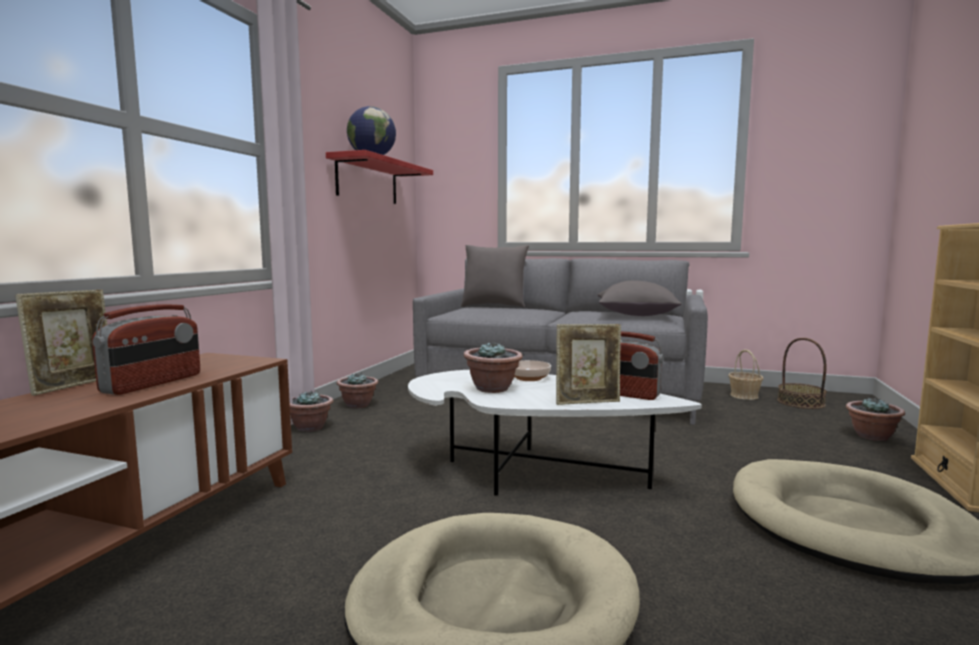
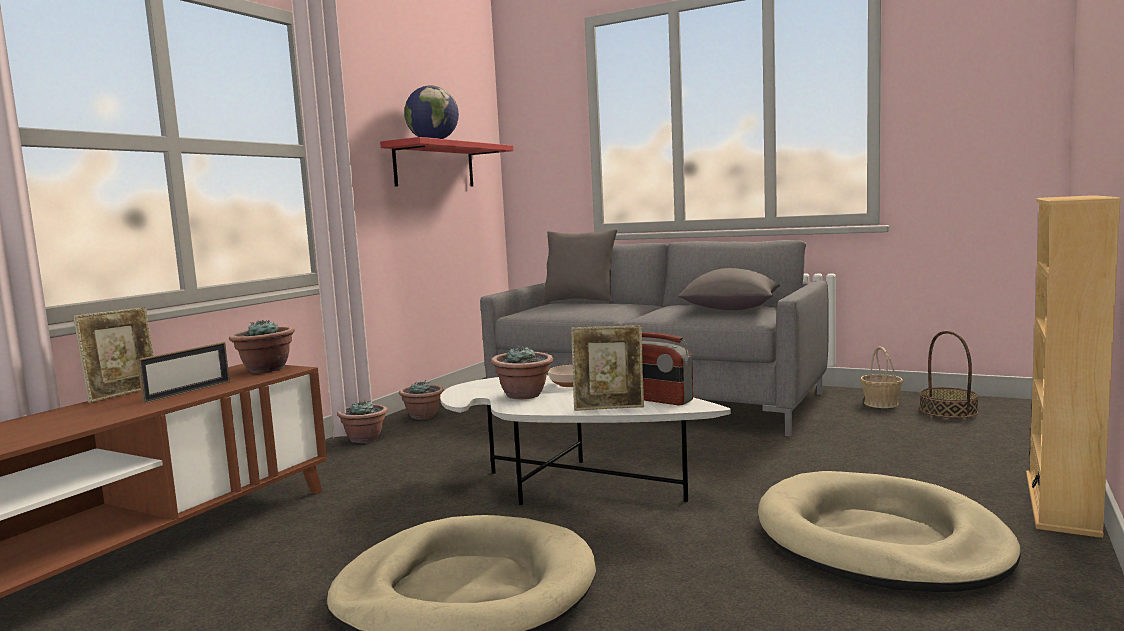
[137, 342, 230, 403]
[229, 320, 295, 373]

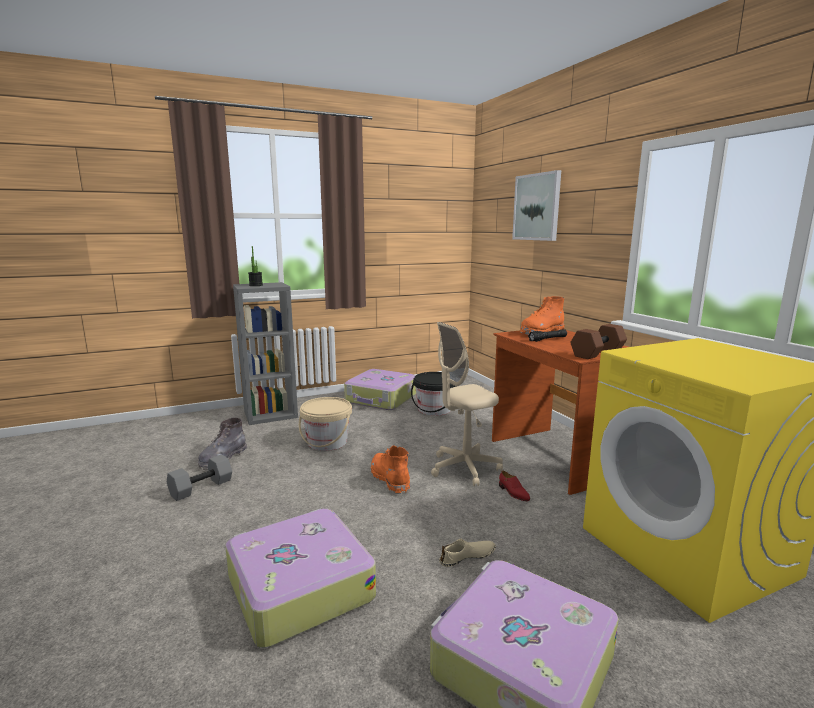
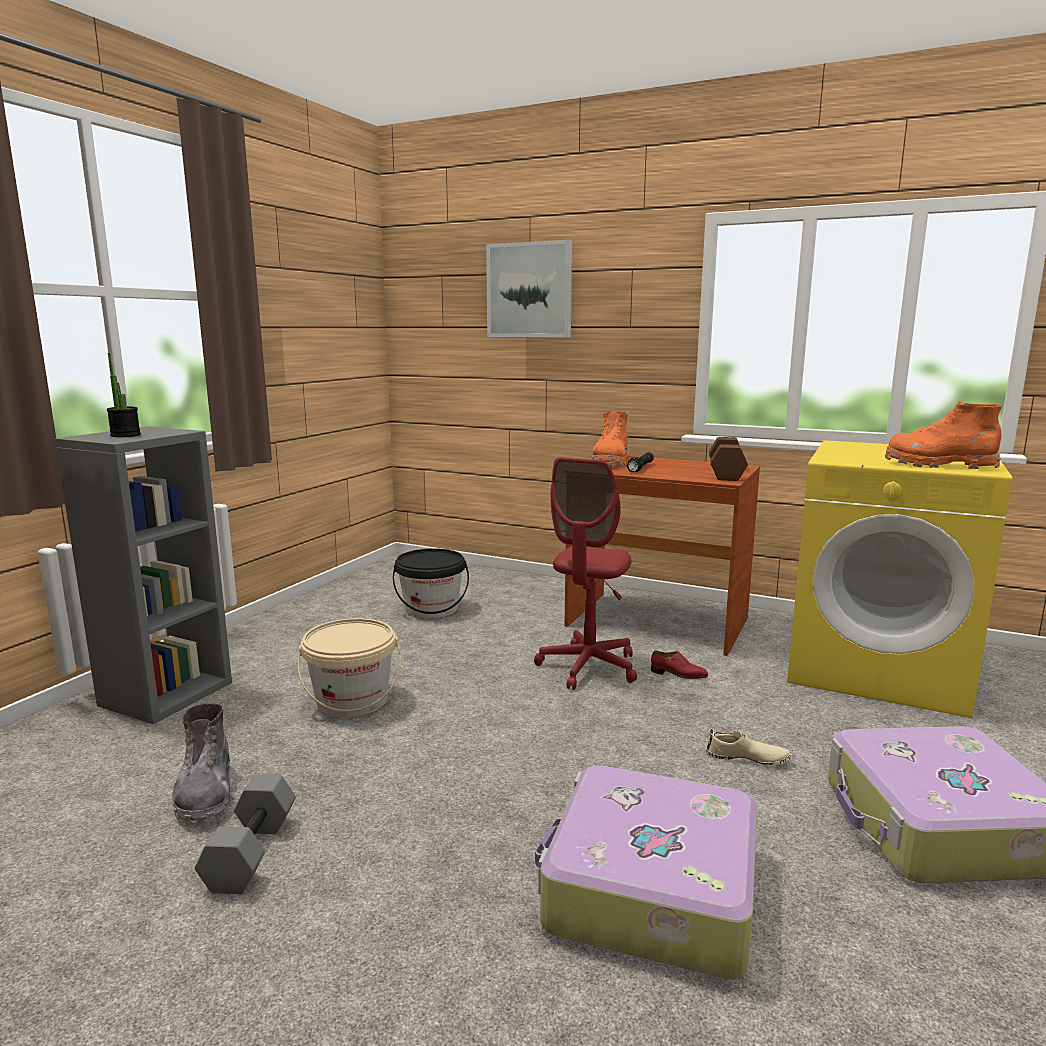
[534, 457, 637, 690]
[344, 369, 416, 410] (first image)
[885, 400, 1002, 469]
[706, 729, 792, 766]

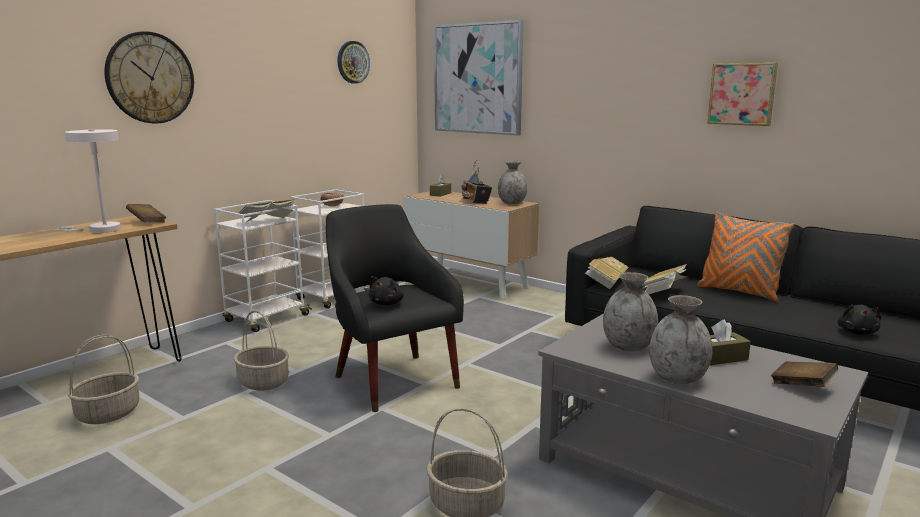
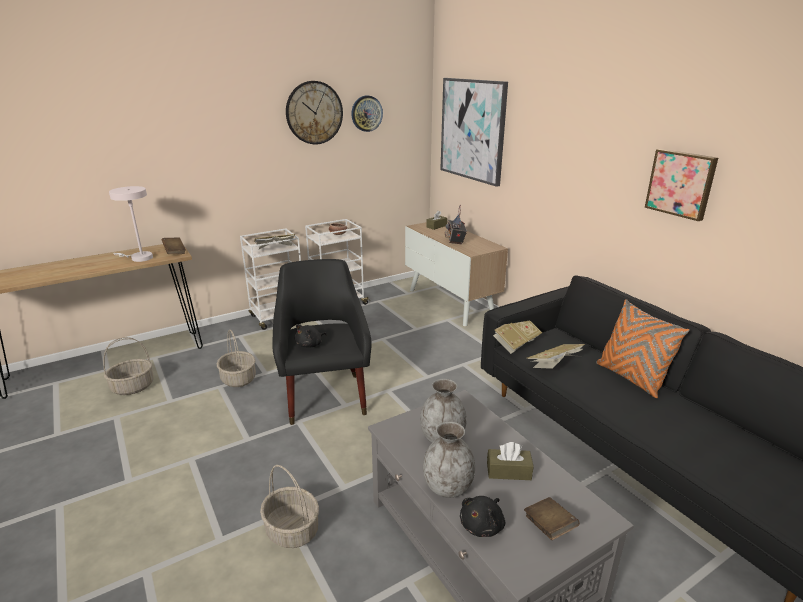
[286, 81, 343, 144]
[498, 162, 527, 204] (first image)
[460, 496, 505, 537]

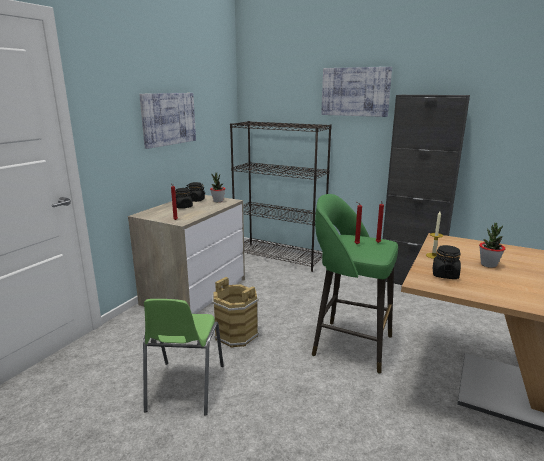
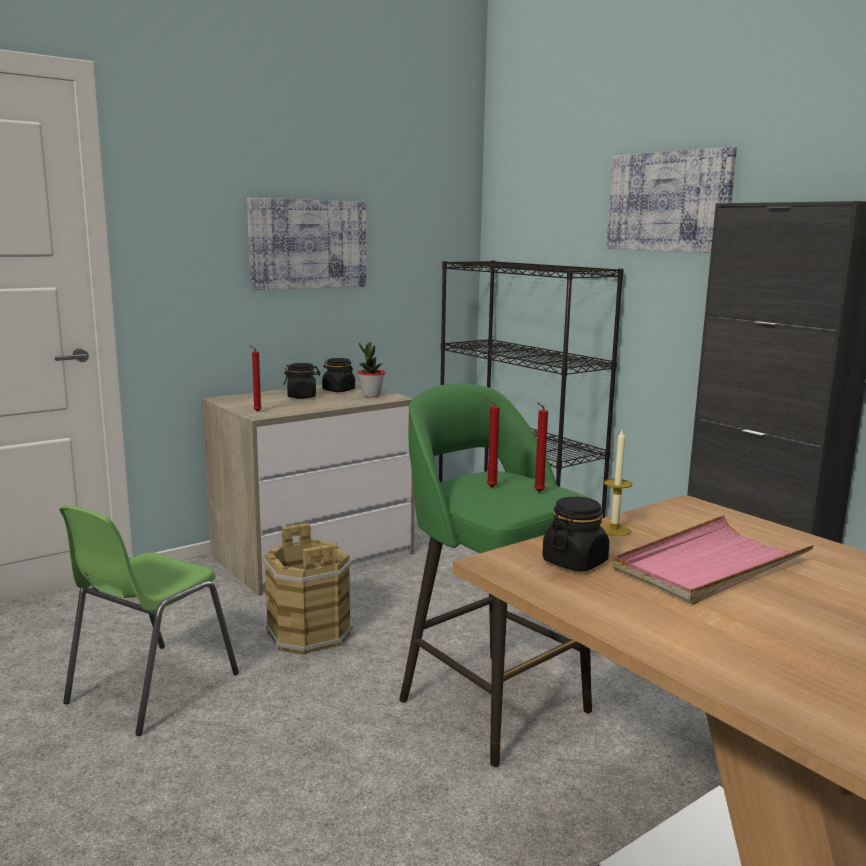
[612, 515, 814, 605]

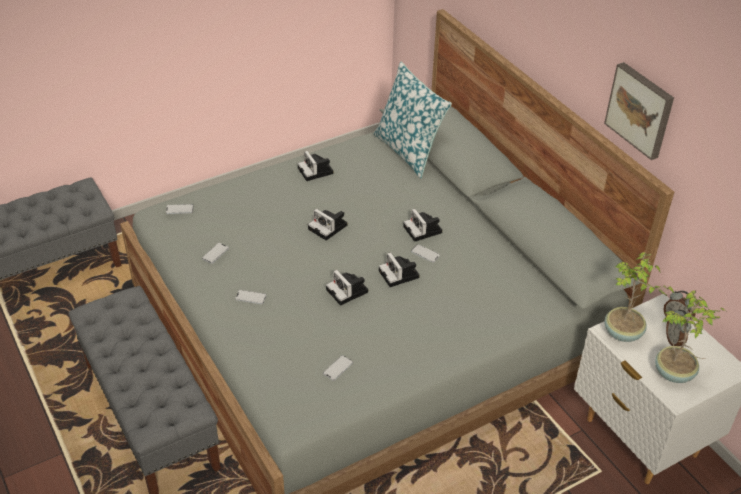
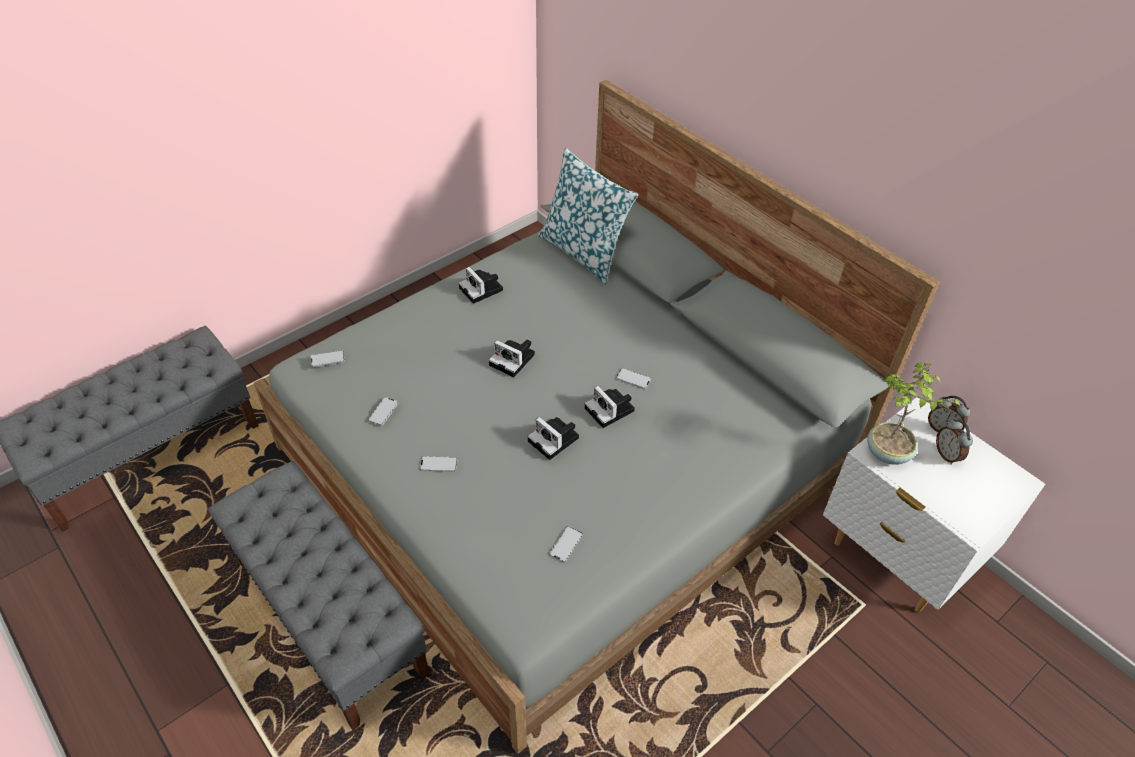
[604, 62, 674, 160] (first image)
[403, 209, 442, 242] (first image)
[655, 290, 726, 383] (first image)

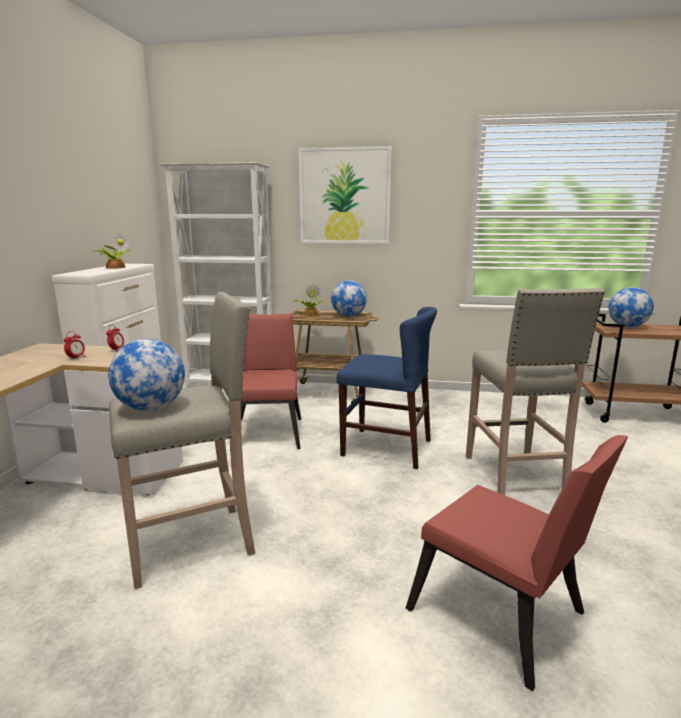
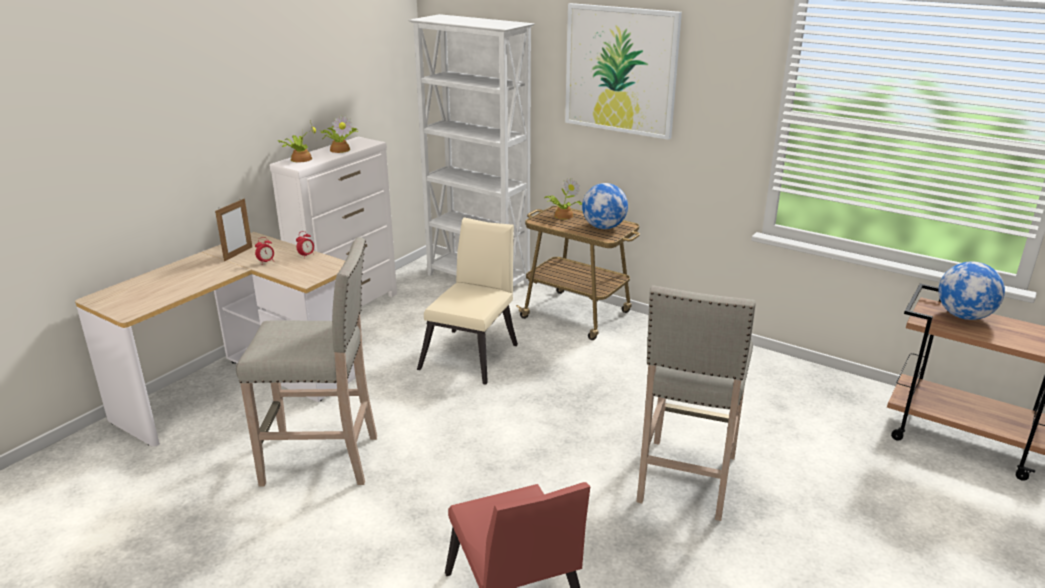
[337, 307, 437, 469] (first image)
[417, 217, 518, 385]
[108, 339, 185, 411] (first image)
[278, 122, 316, 162]
[215, 198, 252, 261]

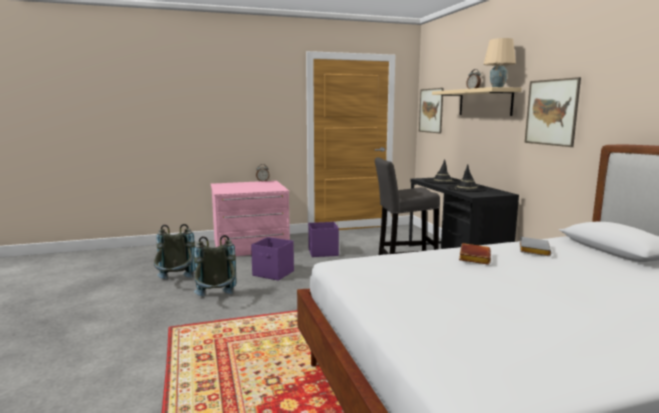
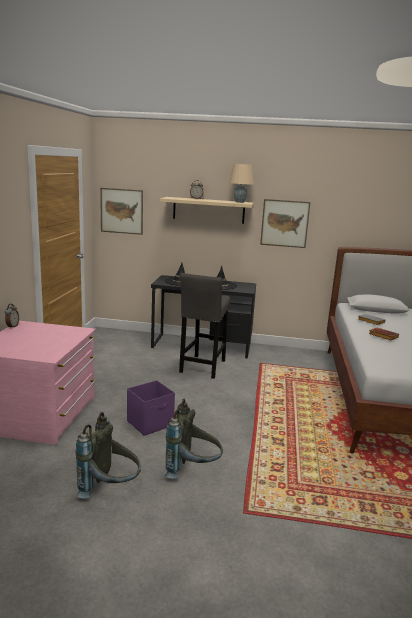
[308, 222, 339, 257] (first image)

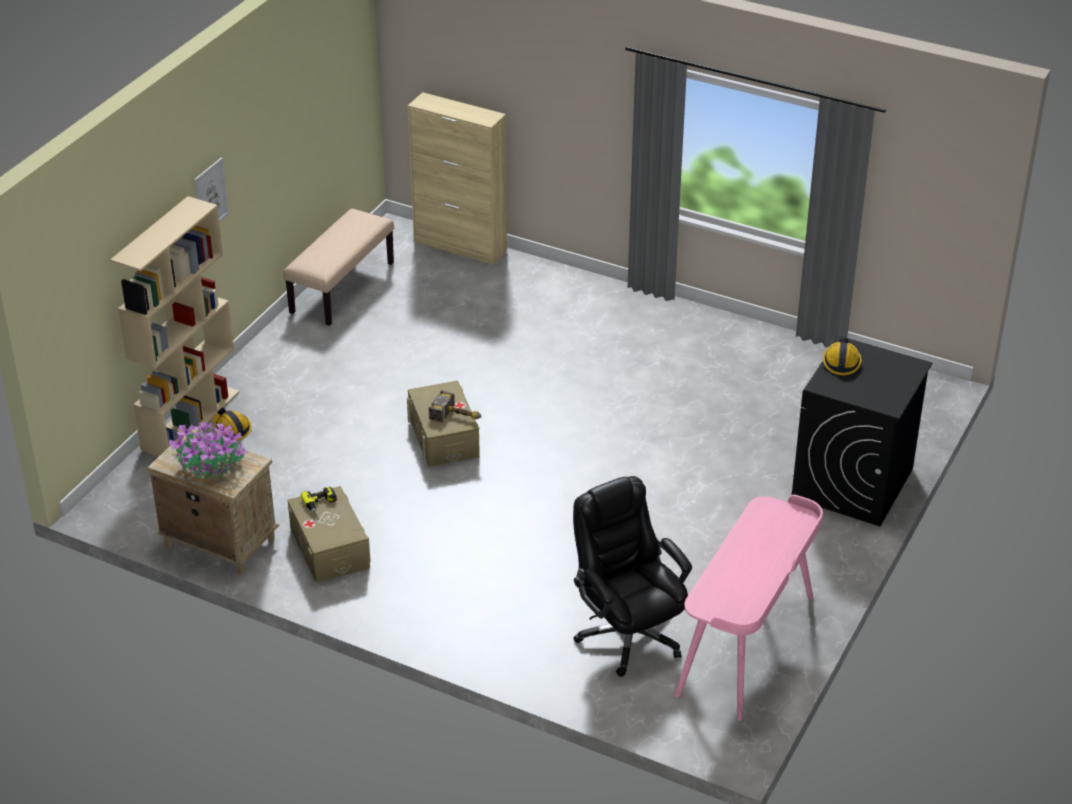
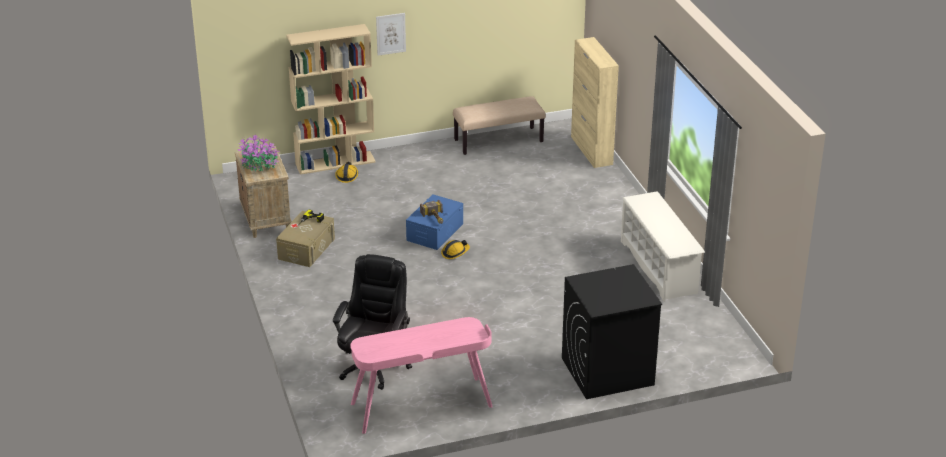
[441, 240, 470, 259]
[406, 195, 463, 250]
[621, 191, 705, 301]

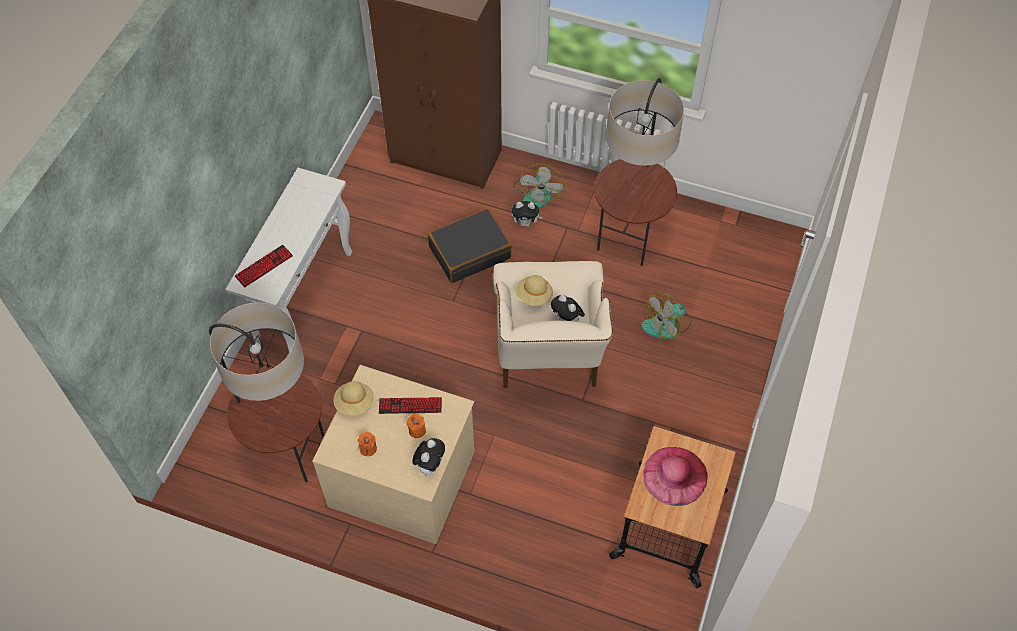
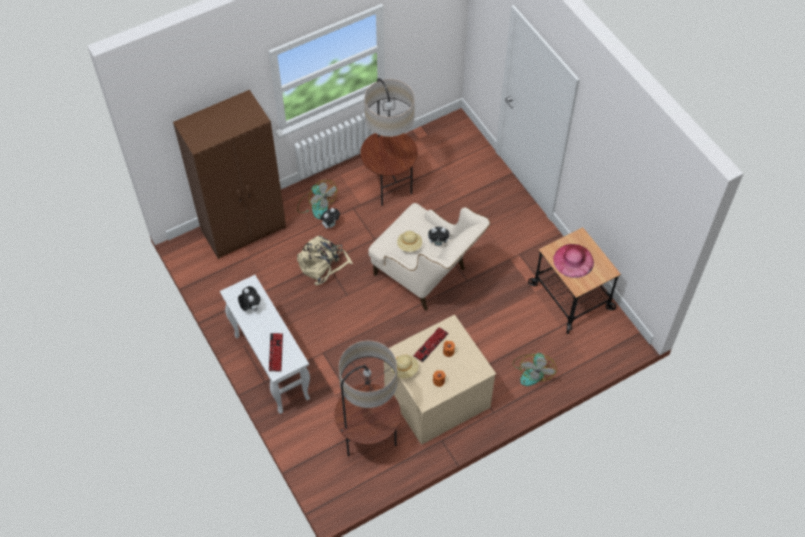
[297, 236, 353, 285]
[513, 353, 557, 386]
[238, 286, 260, 311]

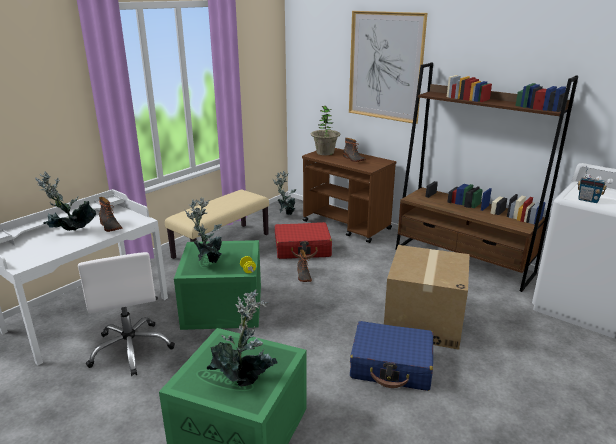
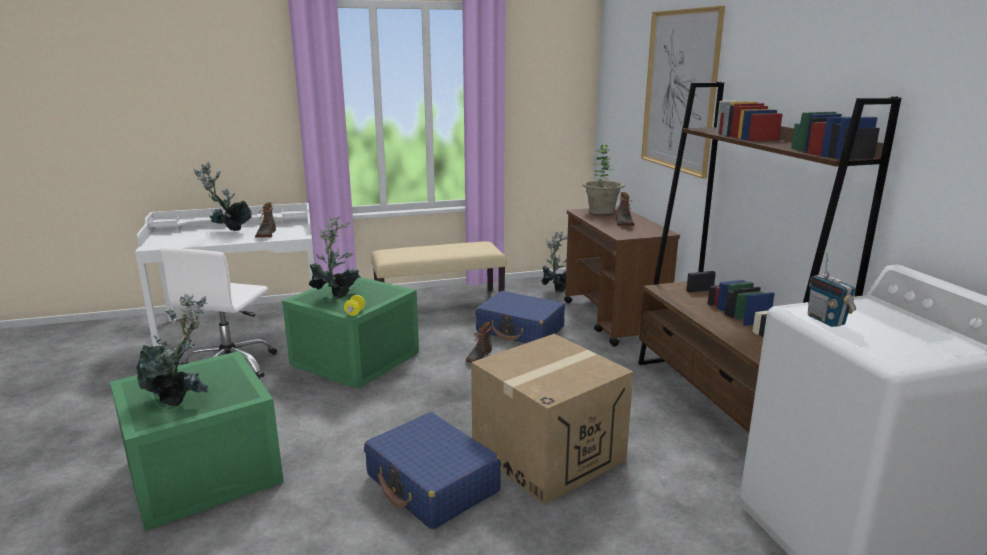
[475, 291, 565, 343]

